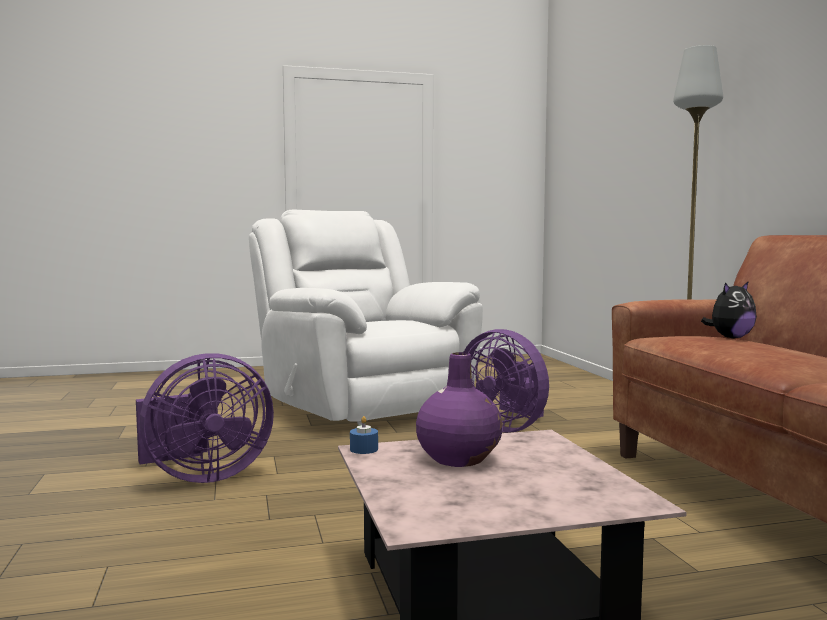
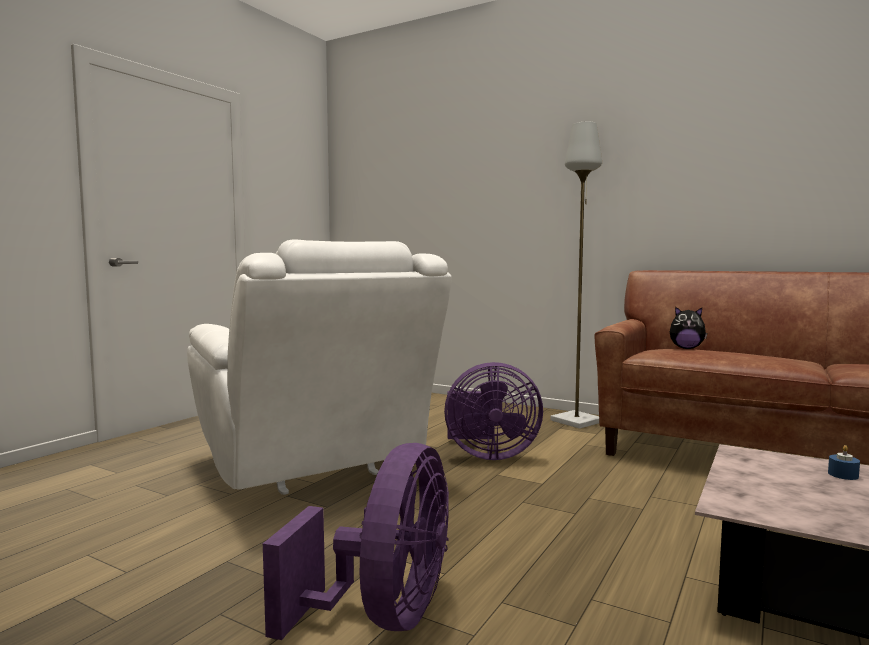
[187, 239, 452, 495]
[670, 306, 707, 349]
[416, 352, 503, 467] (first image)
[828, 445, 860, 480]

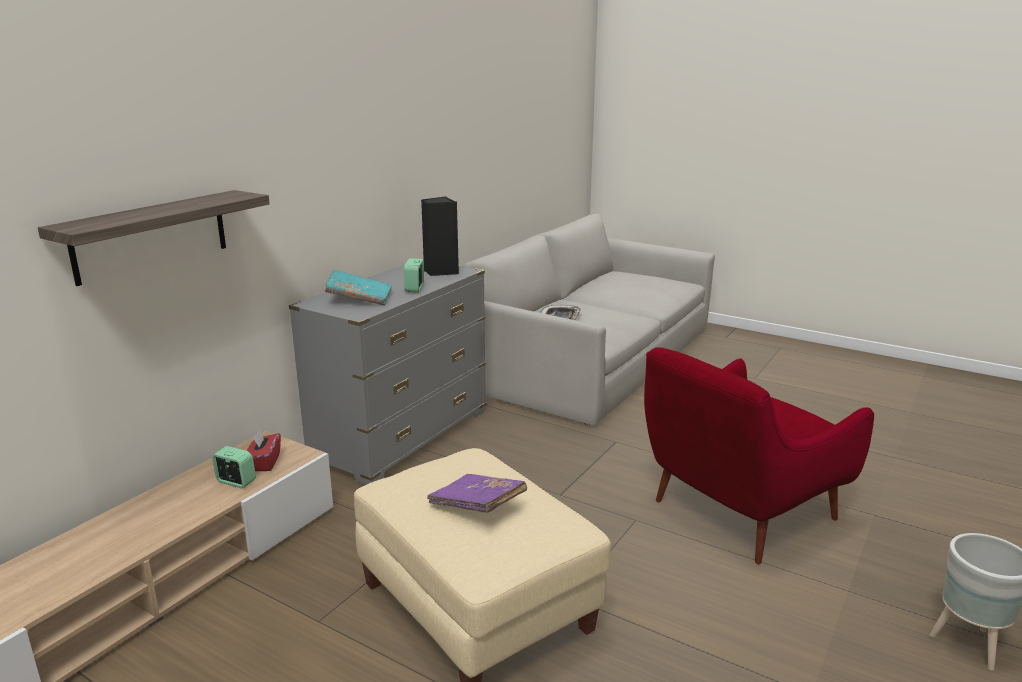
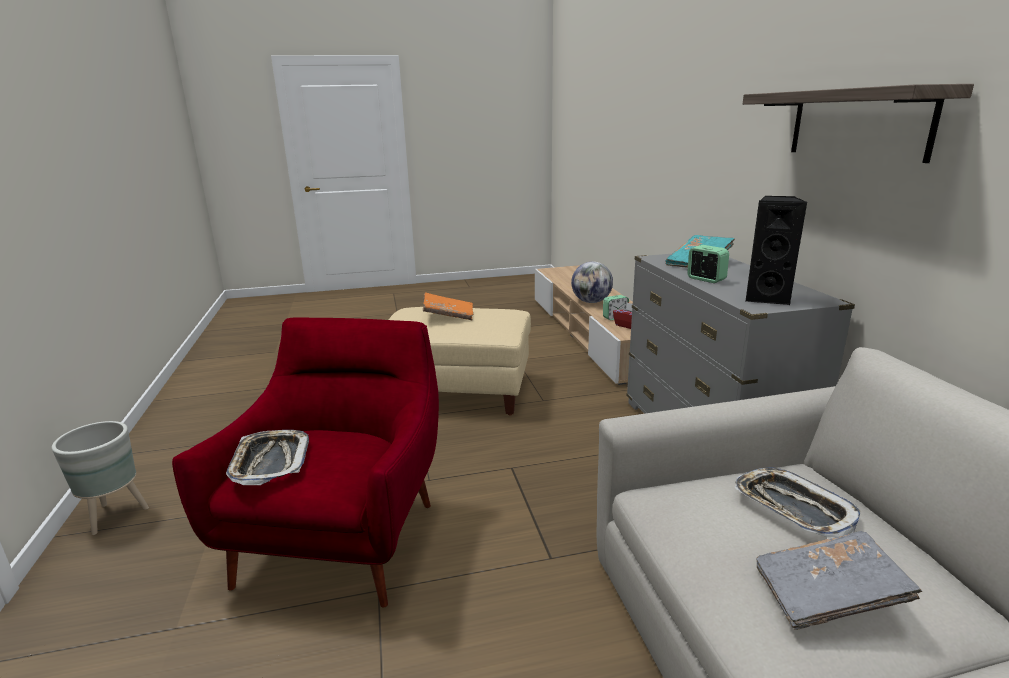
[743, 84, 974, 163]
[423, 292, 473, 320]
[571, 262, 613, 303]
[226, 430, 309, 485]
[756, 531, 922, 630]

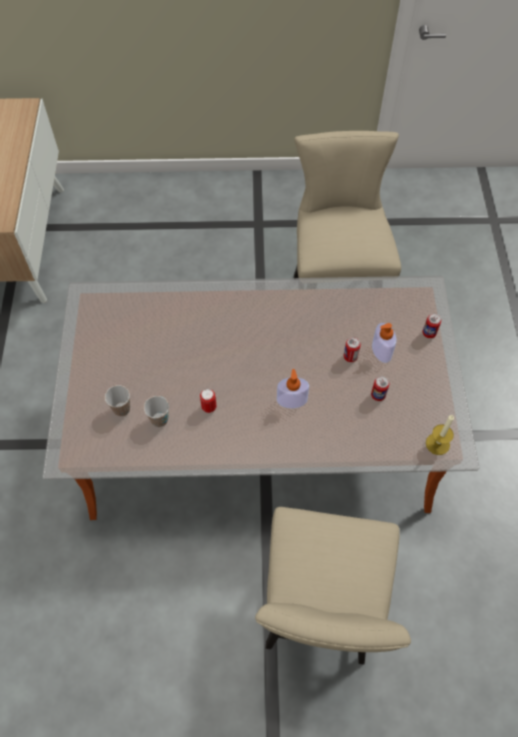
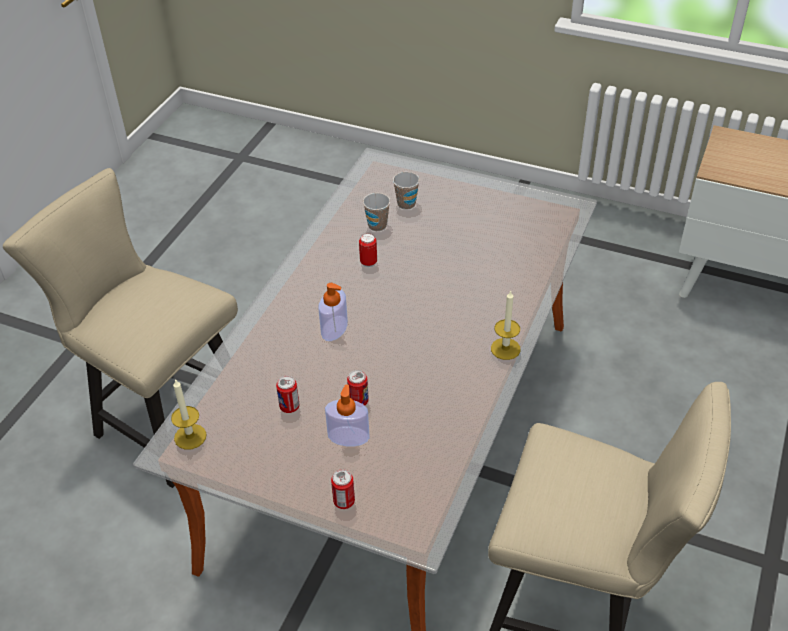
[491, 290, 520, 360]

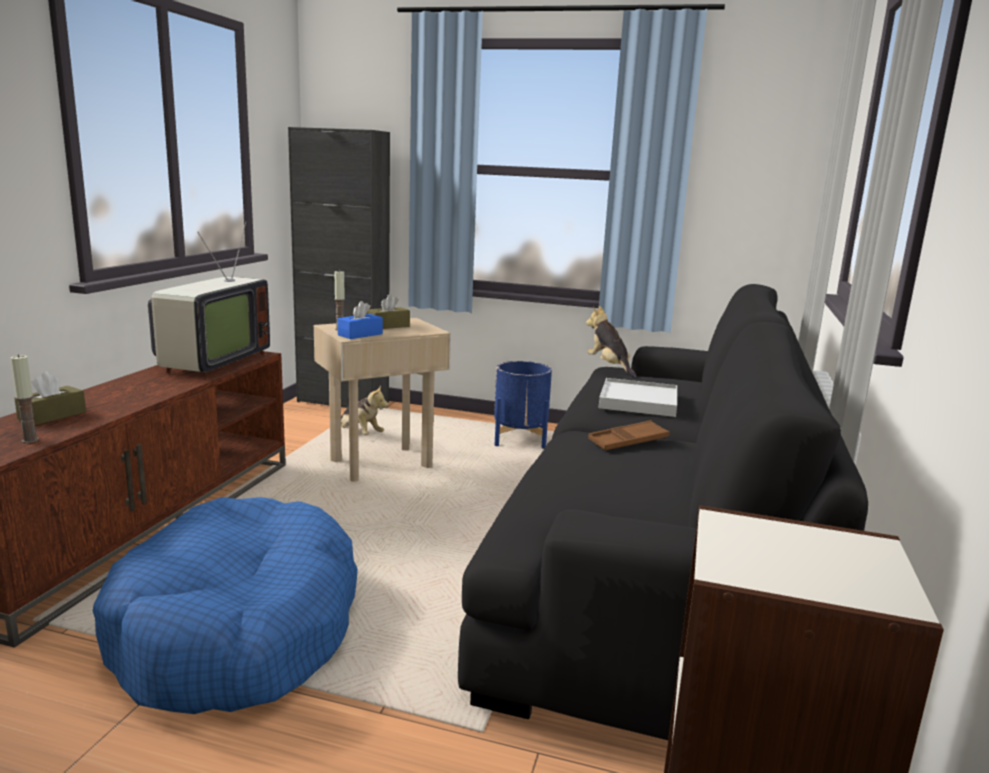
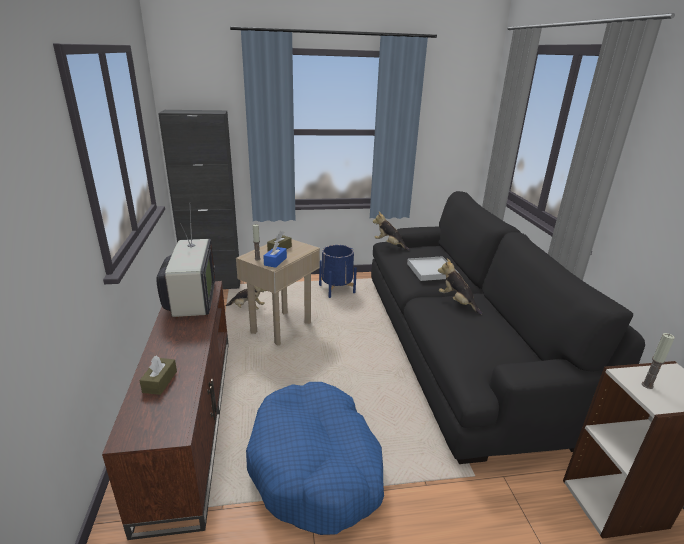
[642, 333, 675, 389]
[438, 258, 482, 315]

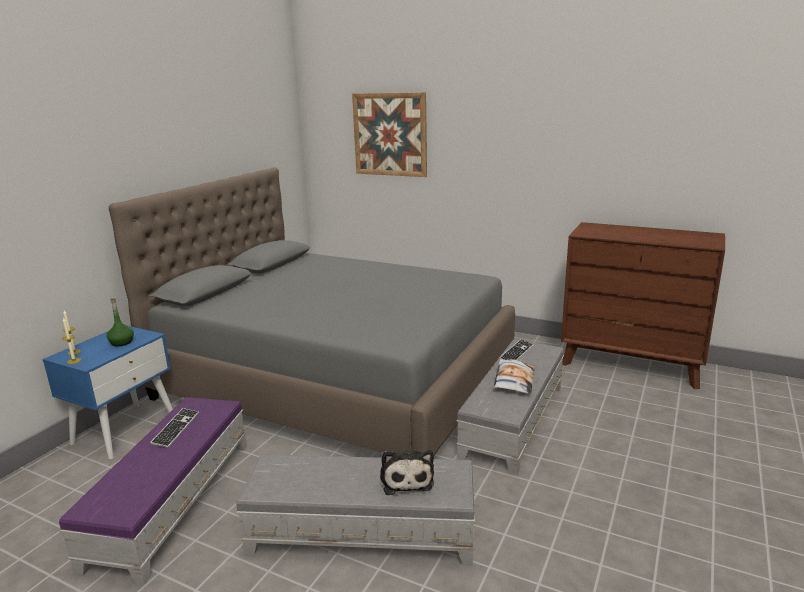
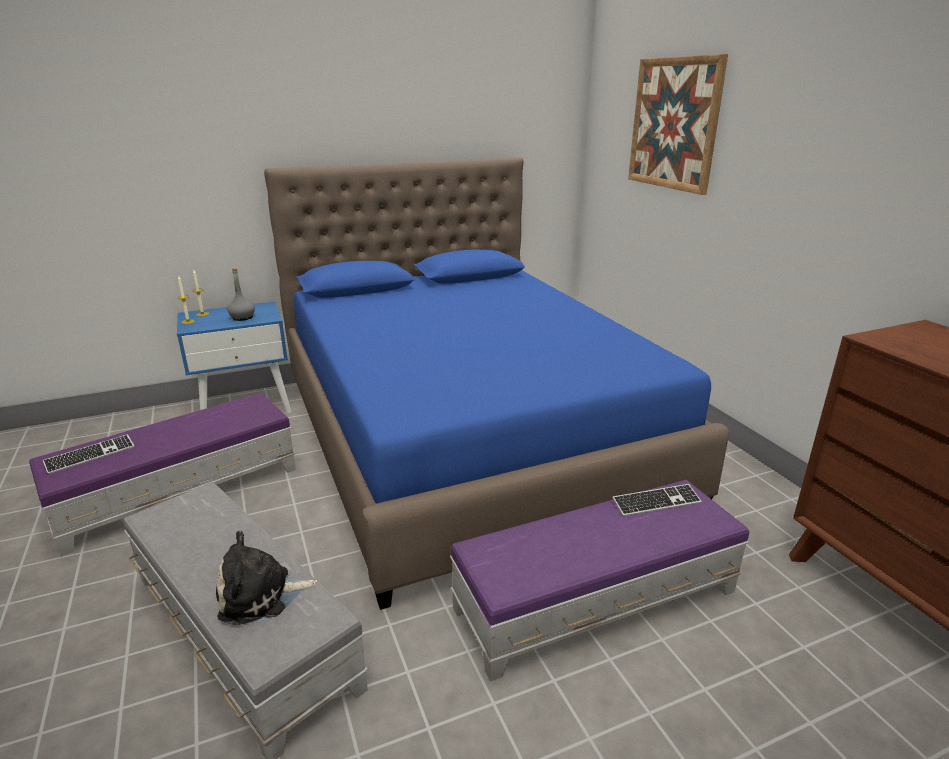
[264, 157, 730, 610]
[227, 268, 255, 321]
[450, 480, 749, 681]
[494, 359, 534, 394] (first image)
[42, 434, 135, 474]
[216, 530, 317, 625]

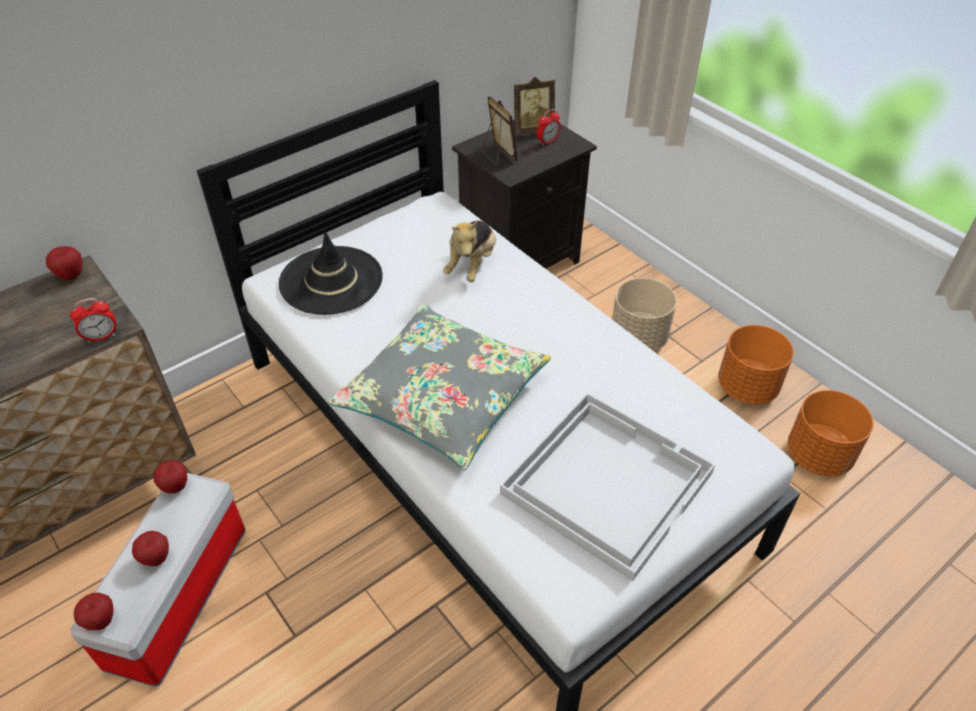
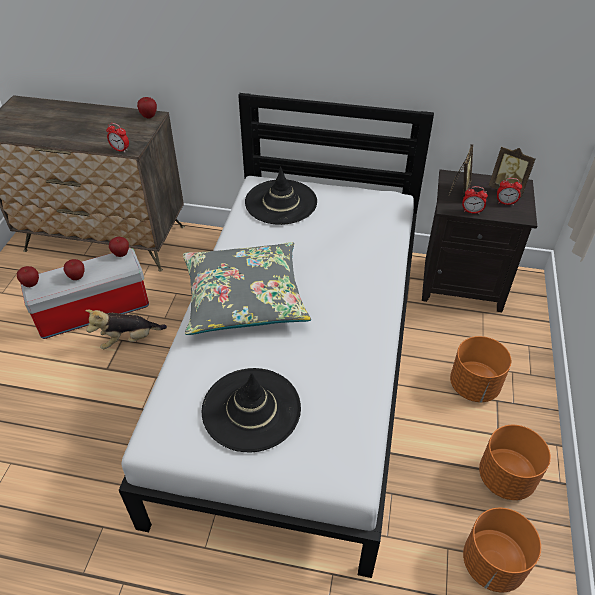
[85, 310, 167, 349]
[450, 336, 512, 402]
[202, 368, 301, 452]
[462, 186, 488, 214]

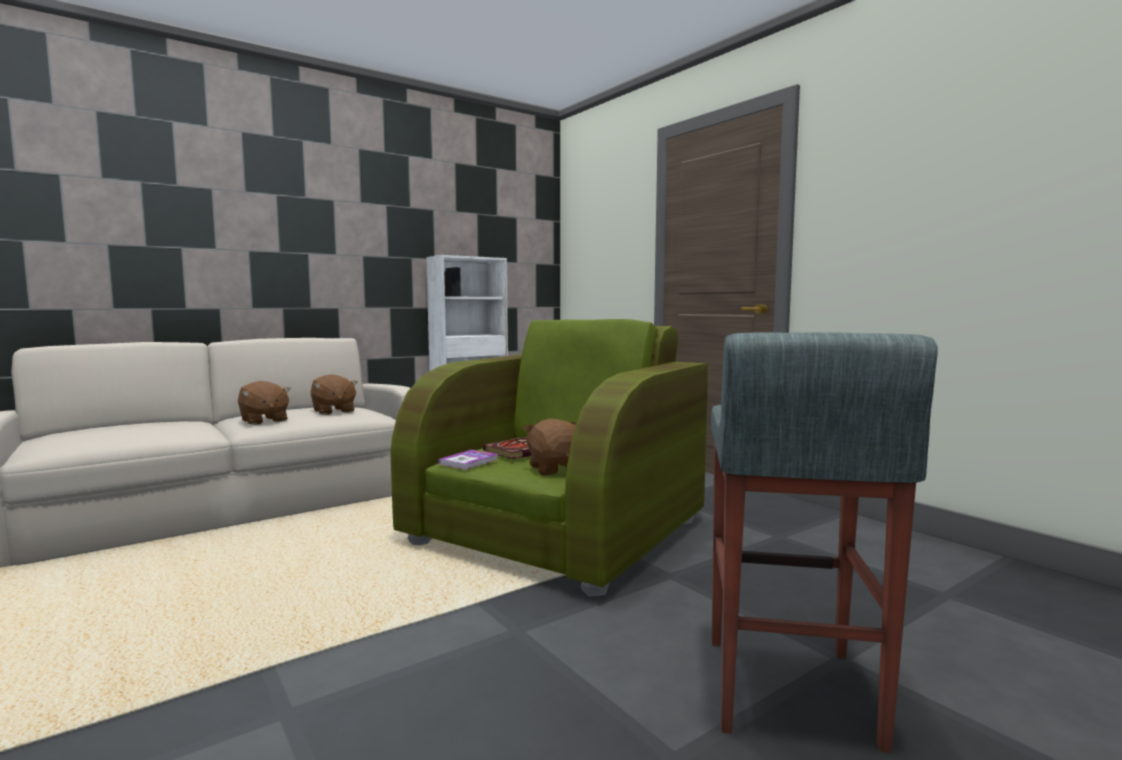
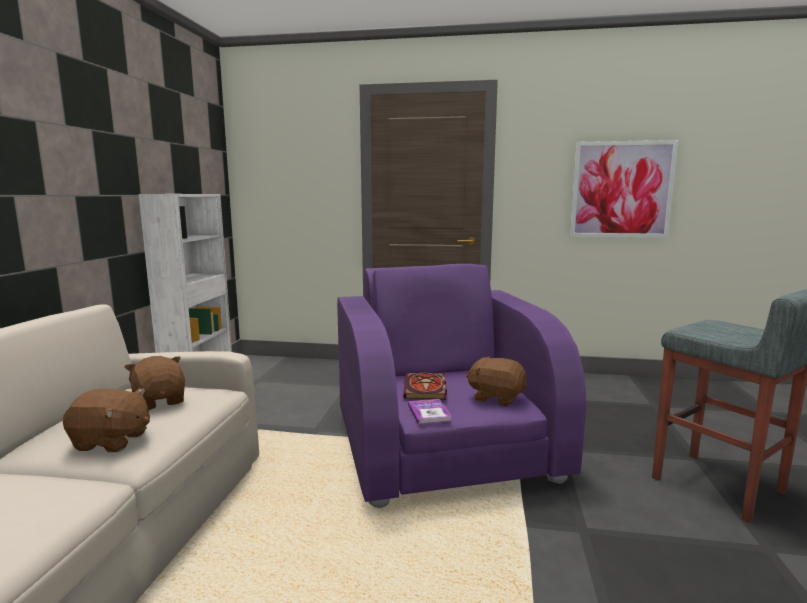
[337, 264, 586, 508]
[124, 356, 185, 410]
[570, 140, 679, 238]

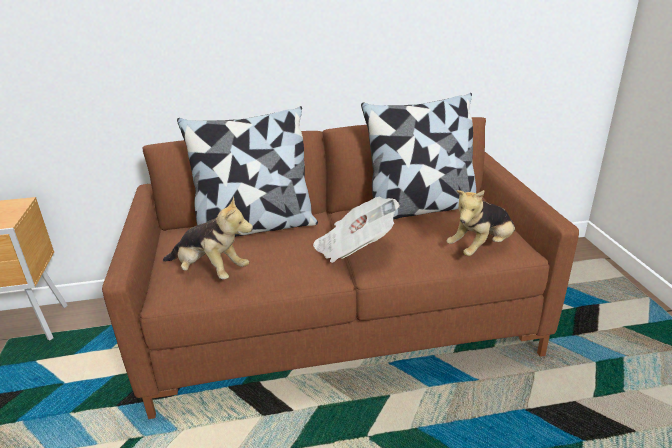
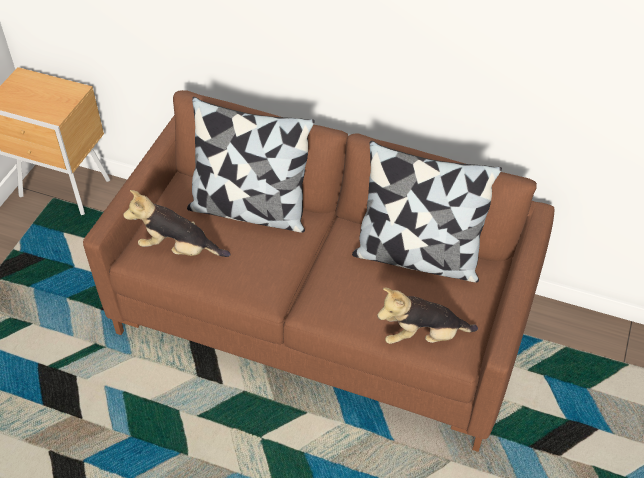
[123, 190, 231, 257]
[313, 197, 400, 263] (first image)

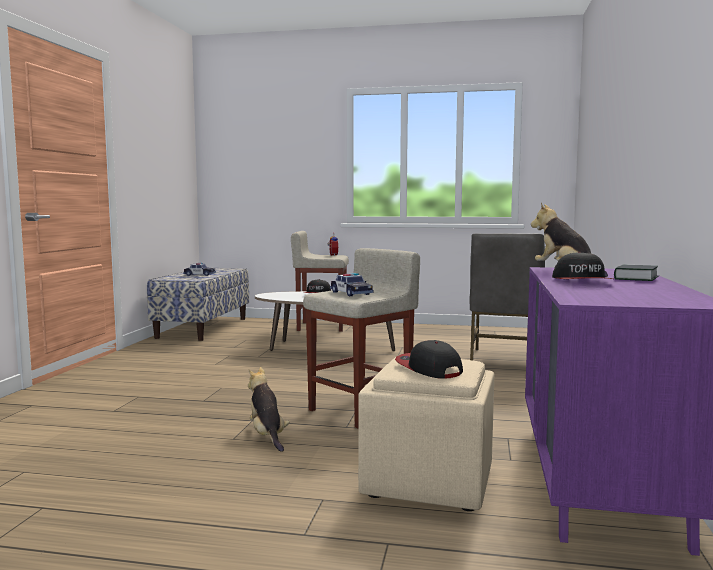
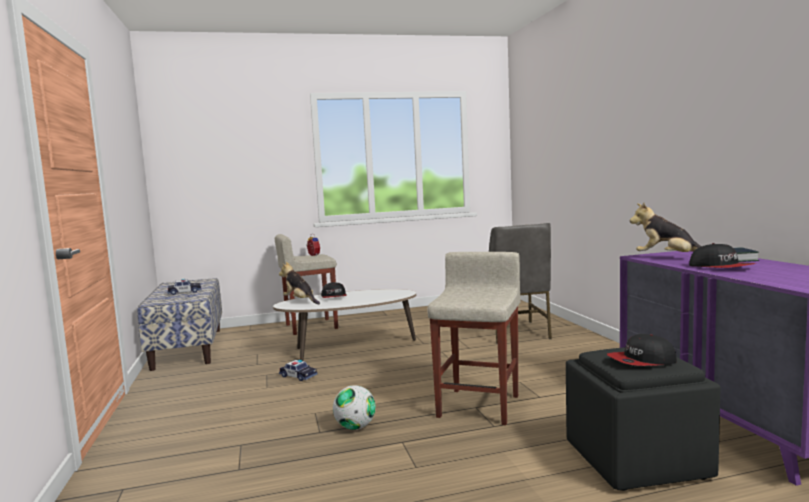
[279, 360, 318, 381]
[607, 334, 677, 366]
[566, 347, 720, 491]
[279, 262, 320, 304]
[333, 385, 376, 430]

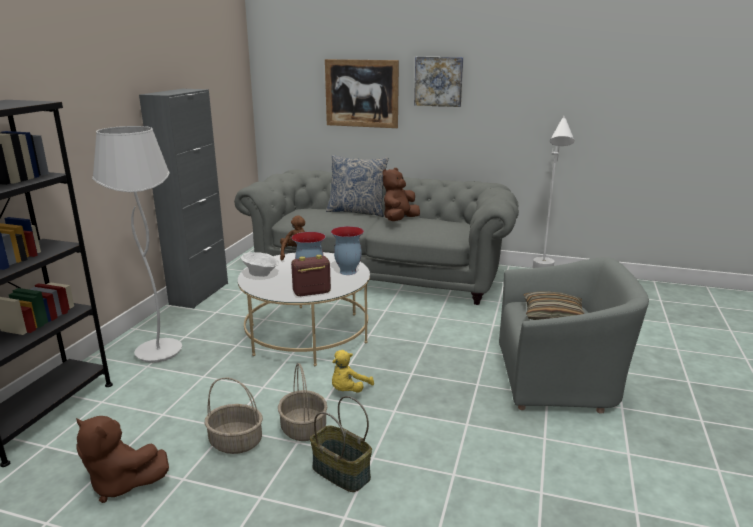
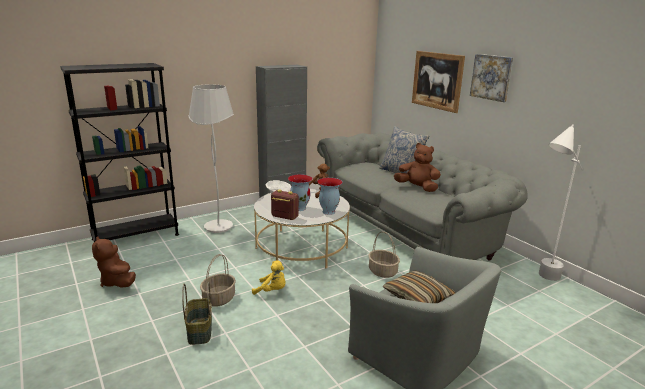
[394, 143, 441, 192]
[252, 261, 285, 295]
[368, 231, 400, 278]

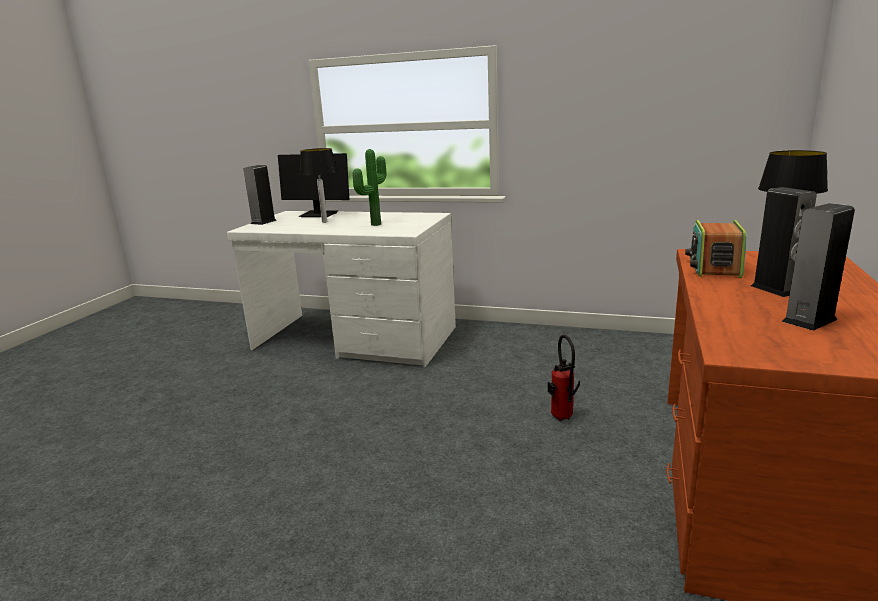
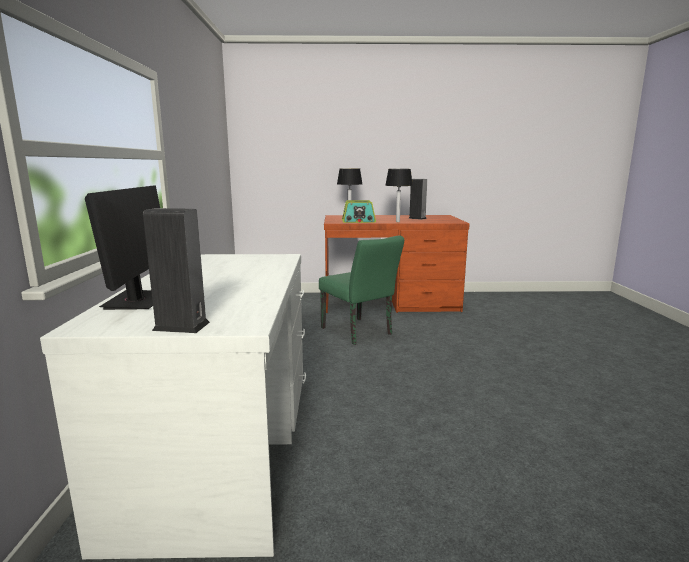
[385, 169, 413, 222]
[353, 149, 387, 226] (first image)
[751, 187, 817, 297] (first image)
[319, 235, 404, 345]

